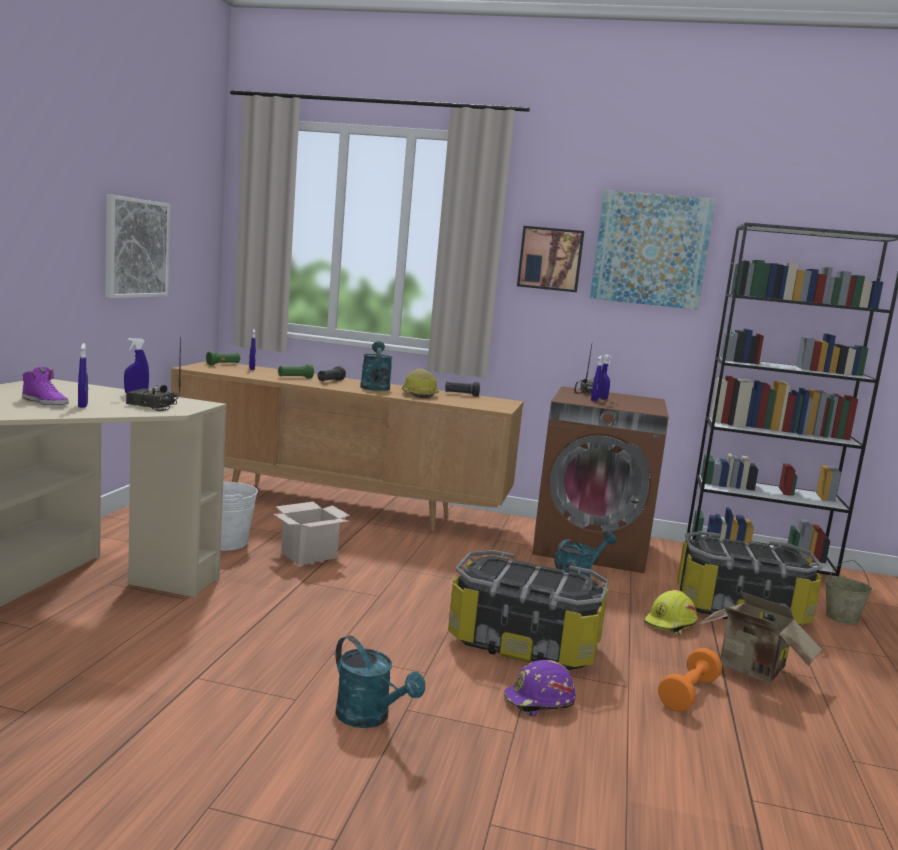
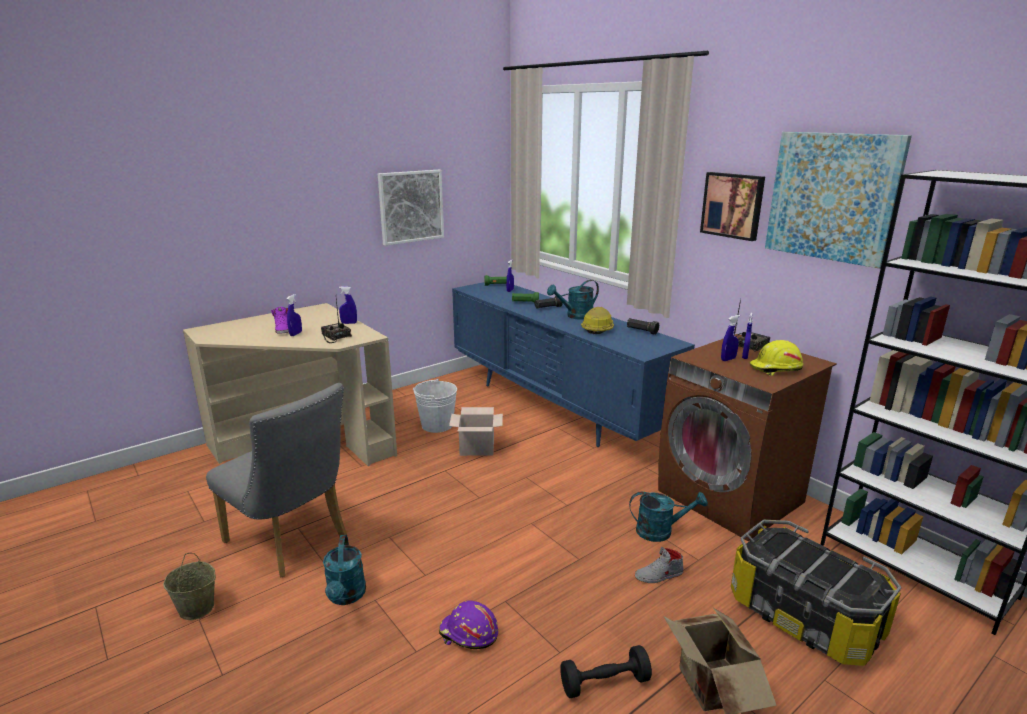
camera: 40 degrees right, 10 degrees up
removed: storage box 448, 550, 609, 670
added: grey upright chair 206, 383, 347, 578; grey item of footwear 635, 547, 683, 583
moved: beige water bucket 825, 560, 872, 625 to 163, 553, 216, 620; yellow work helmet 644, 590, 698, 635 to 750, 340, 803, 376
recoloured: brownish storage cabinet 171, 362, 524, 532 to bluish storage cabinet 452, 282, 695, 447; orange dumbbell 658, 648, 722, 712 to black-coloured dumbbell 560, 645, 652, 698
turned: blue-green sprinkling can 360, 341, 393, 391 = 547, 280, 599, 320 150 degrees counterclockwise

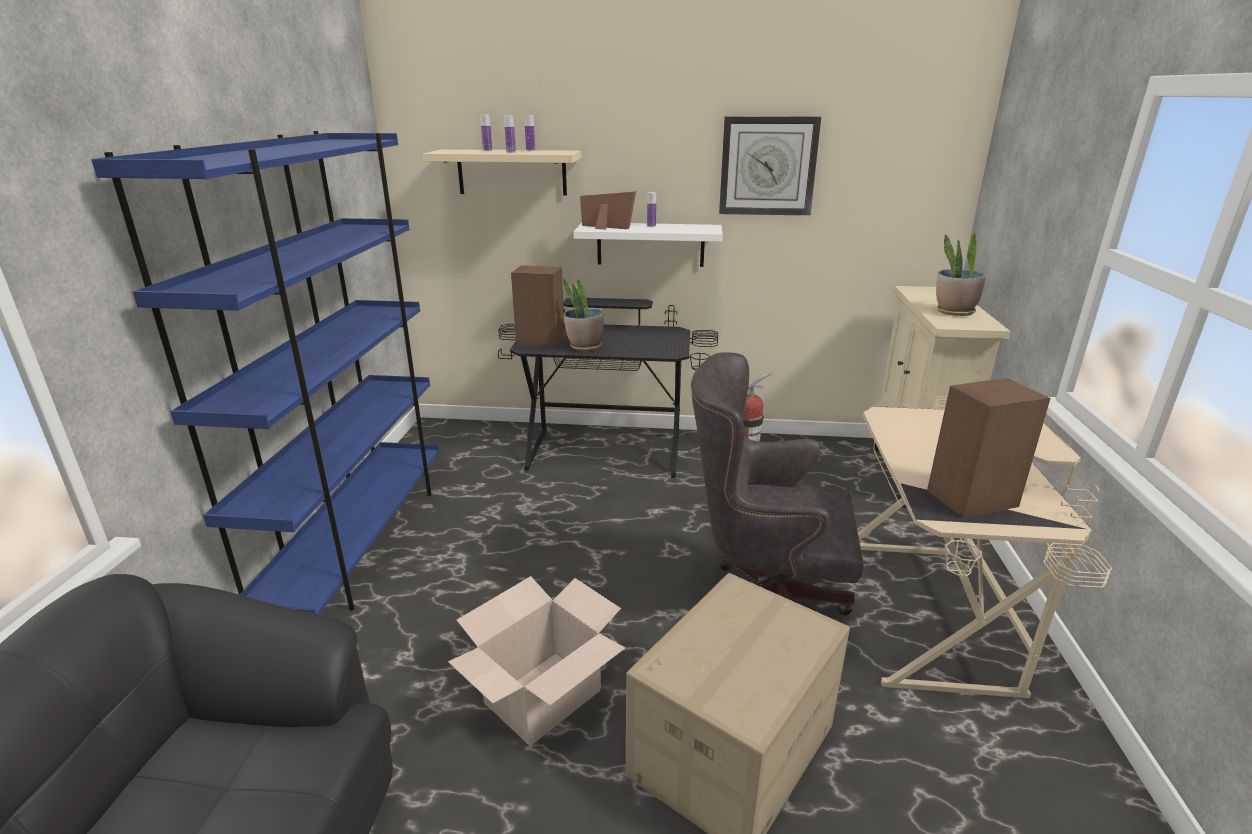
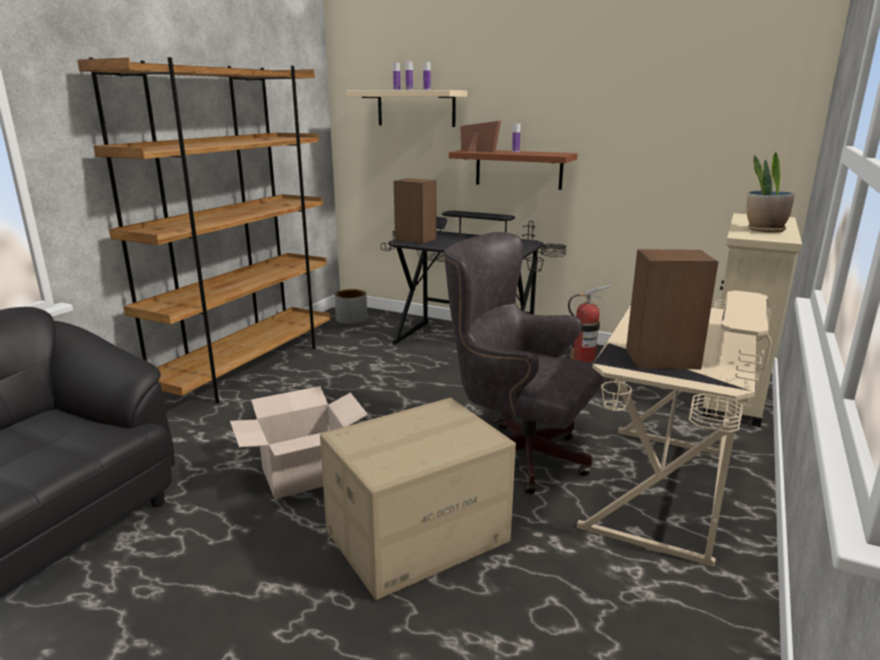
camera: 20 degrees right, 5 degrees down
removed: wall clock 719, 116, 821, 216; houseplant 563, 278, 604, 351
added: grey flower pot 335, 289, 368, 325
recoloured: bluish bookcase 91, 131, 439, 614 to brownish bookcase 77, 57, 330, 403; whitish bracket shelf 573, 223, 723, 267 to brownish bracket shelf 449, 150, 577, 190

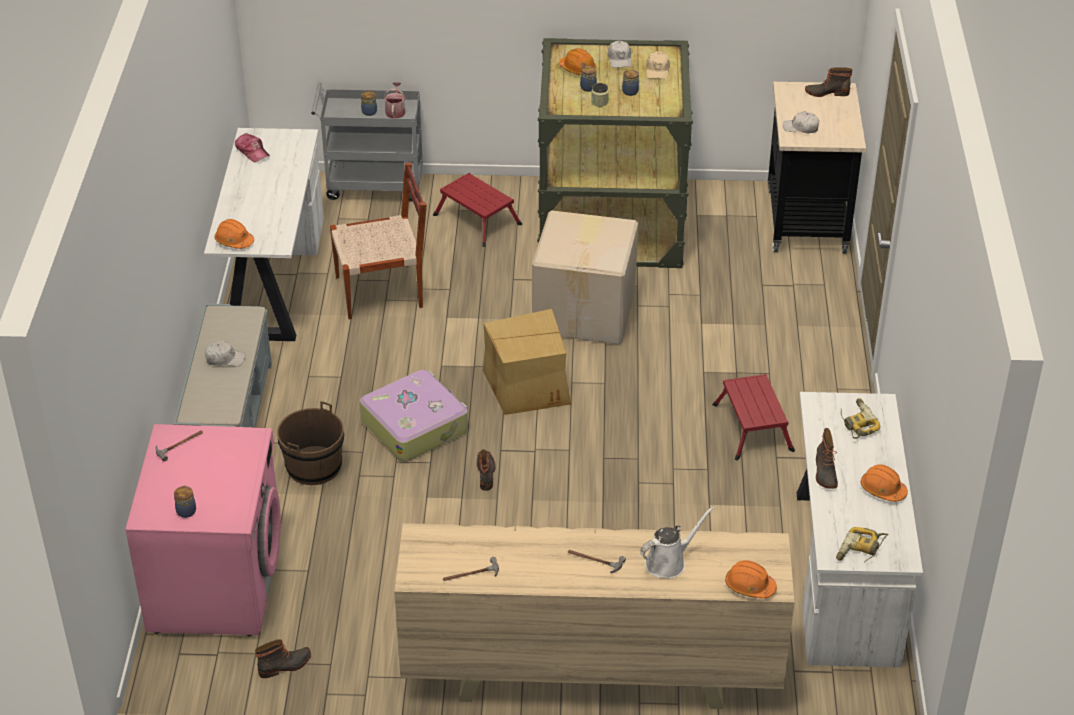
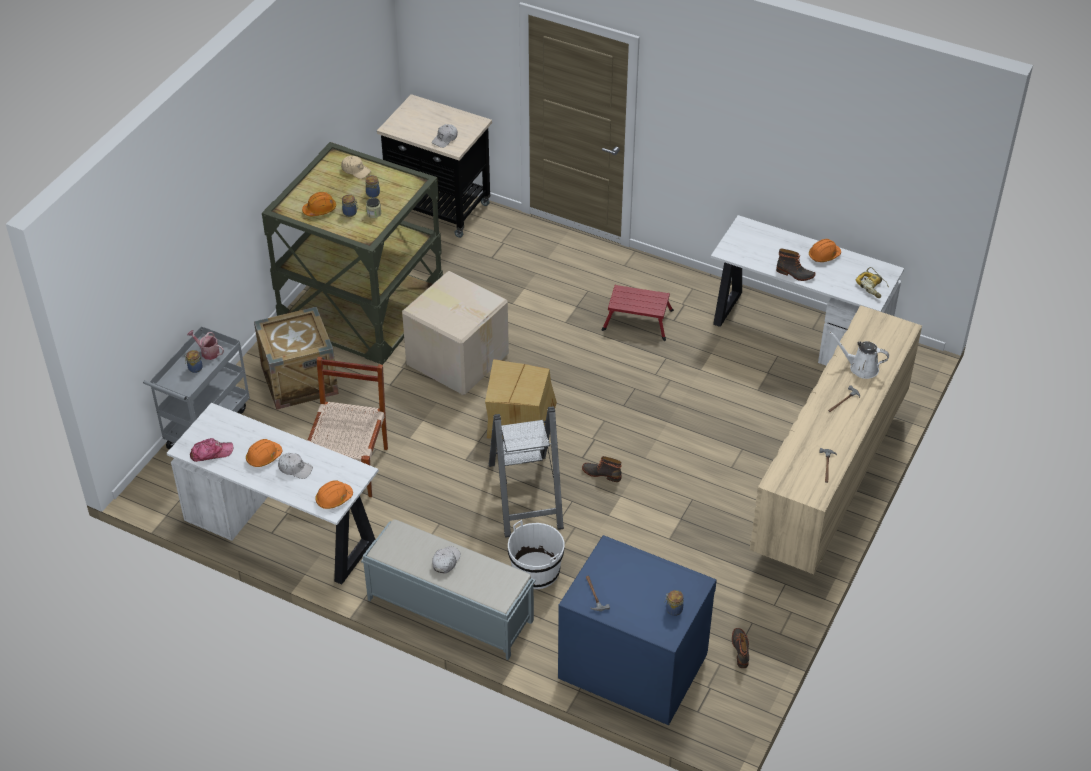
camera: 65 degrees left, 5 degrees up
removed: boot 805, 67, 852, 97; drill 841, 398, 881, 439
moved: whitish peaked cap 608, 41, 632, 68 to 278, 453, 313, 479; orange work helmet 725, 560, 777, 599 to 246, 439, 282, 467
replaced: red step ladder 433, 173, 522, 247 to shipping crate 254, 307, 339, 410; piece of luggage 360, 370, 468, 462 to grey step ladder 489, 406, 564, 538
recoloured: brownish water bucket 277, 401, 344, 485 to whitish water bucket 508, 520, 565, 589; pinkish laundry machine 125, 424, 281, 636 to bluish laundry machine 558, 535, 717, 725
turned: whitish sprinkling can 640, 506, 715, 578 = 829, 332, 889, 379 60 degrees counterclockwise

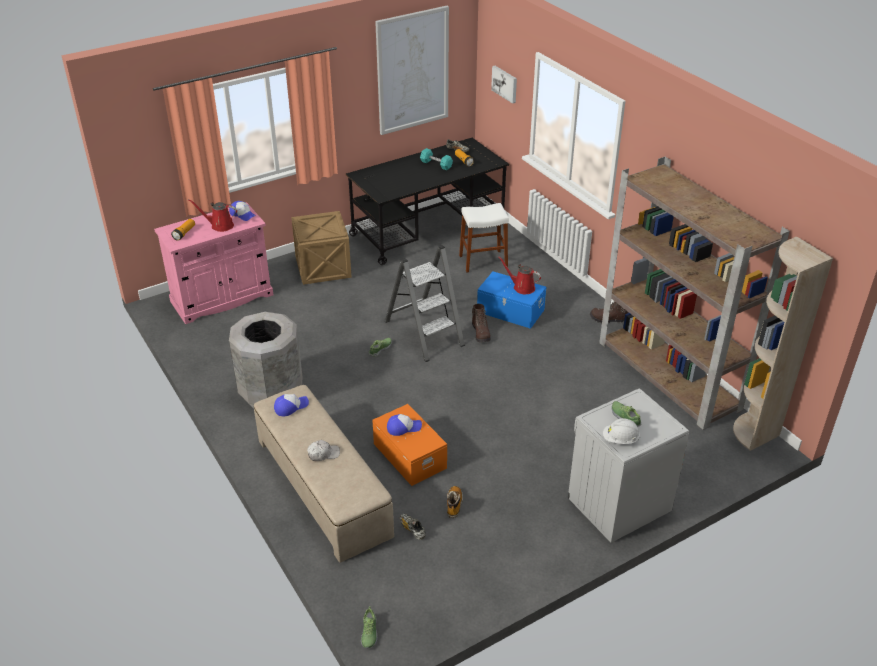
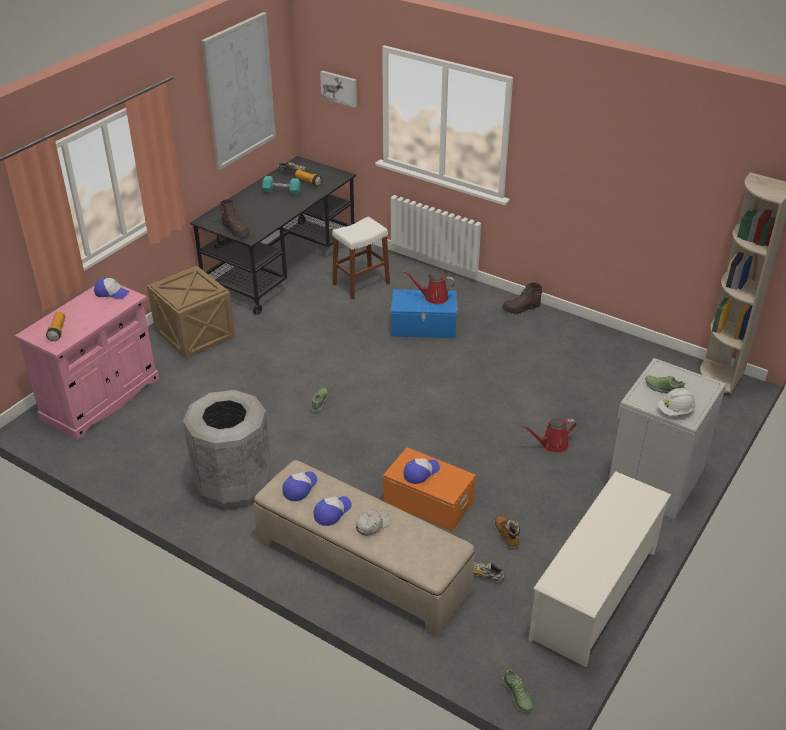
camera: 25 degrees left, 0 degrees up
removed: brownish bookcase 599, 157, 790, 430; grey step ladder 384, 245, 465, 362
added: whitish shoe rack 528, 471, 671, 667; peaked cap 314, 496, 352, 526
moved: red sprinkling can 188, 199, 237, 232 to 522, 418, 577, 453; brownish boot 472, 304, 491, 342 to 220, 199, 249, 238

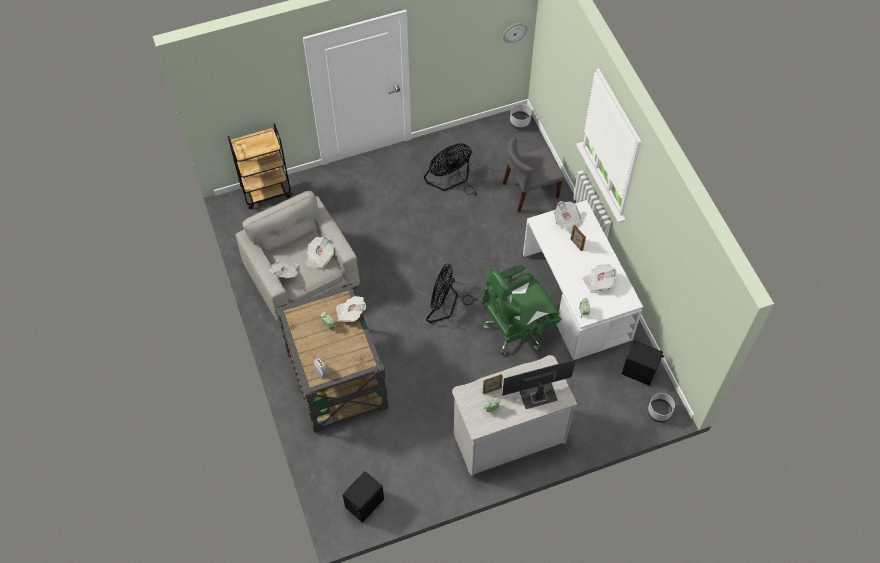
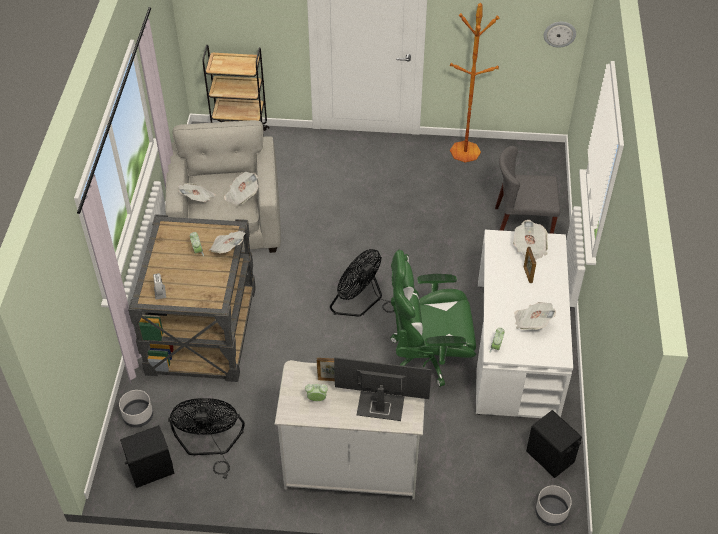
camera: 25 degrees right, 10 degrees down
added: orange garment rack 450, 3, 499, 162
moved: grey flower pot 510, 104, 532, 130 to 119, 390, 153, 427; black-coloured electric fan 424, 144, 477, 196 to 168, 398, 245, 479

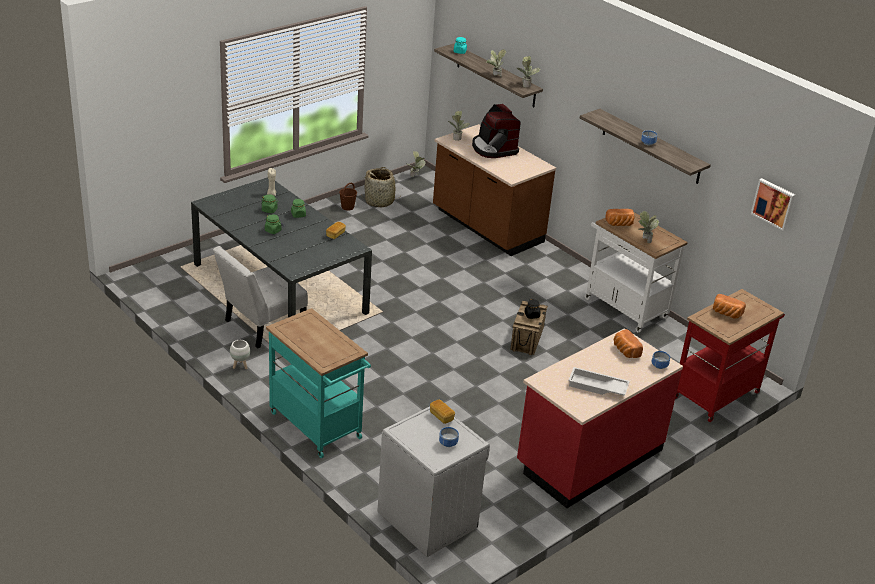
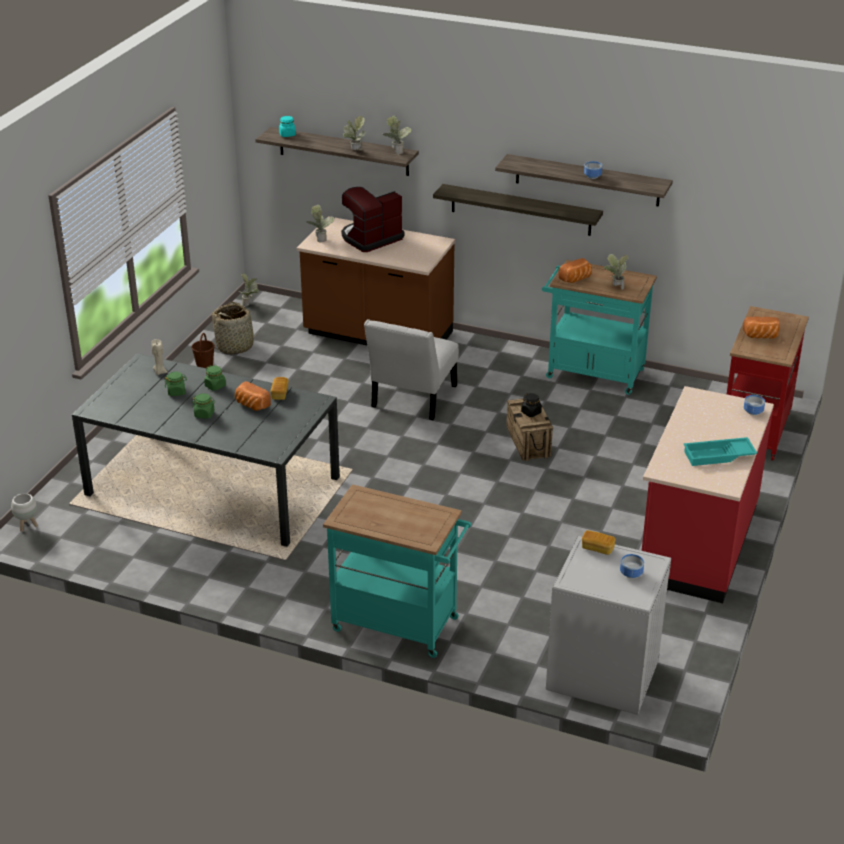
camera: 25 degrees left, 0 degrees up
removed: wall picture 751, 178, 795, 231
added: bracket shelf 433, 184, 603, 236
moved: whitish upright chair 213, 246, 308, 348 to 364, 319, 459, 420; bakery bread 614, 329, 643, 358 to 235, 381, 271, 411; whitish flower pot 230, 340, 250, 369 to 11, 493, 38, 532
recoloured: whitish cart 585, 208, 688, 333 to blue-green cart 542, 260, 657, 395; whitish tray 568, 367, 630, 396 to blue-green tray 683, 437, 757, 466
turned: coffee machine 472, 104, 521, 158 = 341, 187, 404, 252 105 degrees clockwise

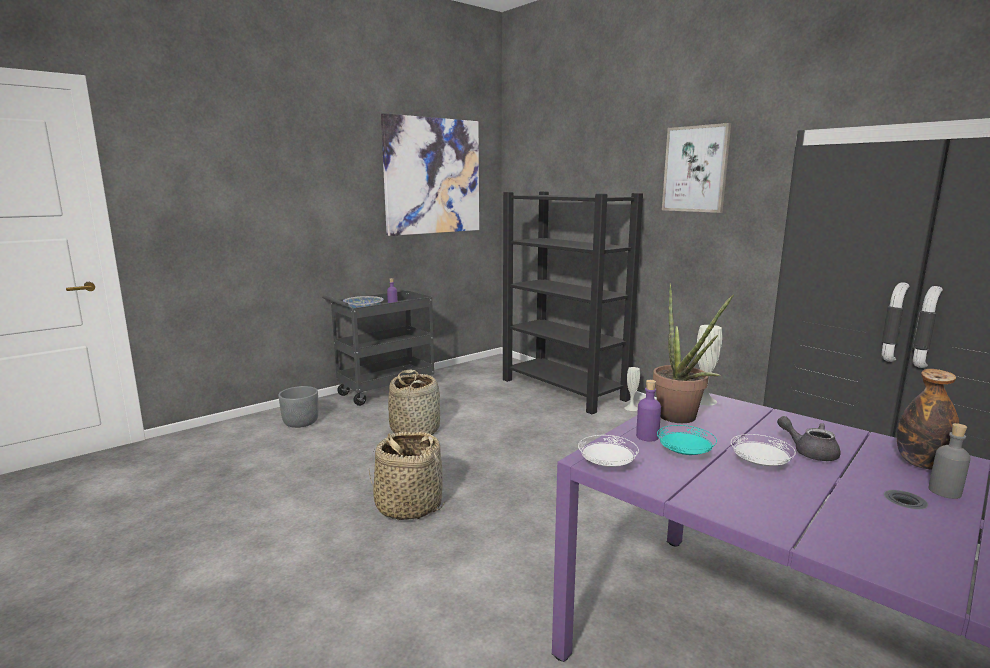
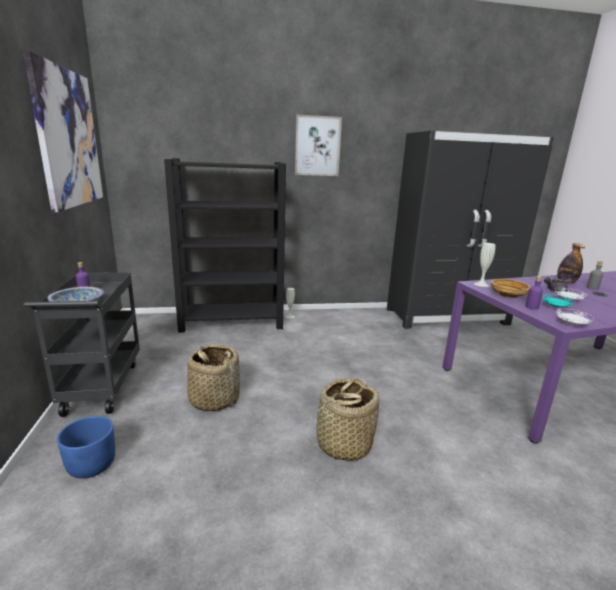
camera: 60 degrees left, 5 degrees up
replaced: houseplant 653, 283, 734, 423 to beige bowl 491, 279, 531, 298
recoloured: grey flower pot 278, 386, 319, 428 to bluish flower pot 57, 416, 115, 479

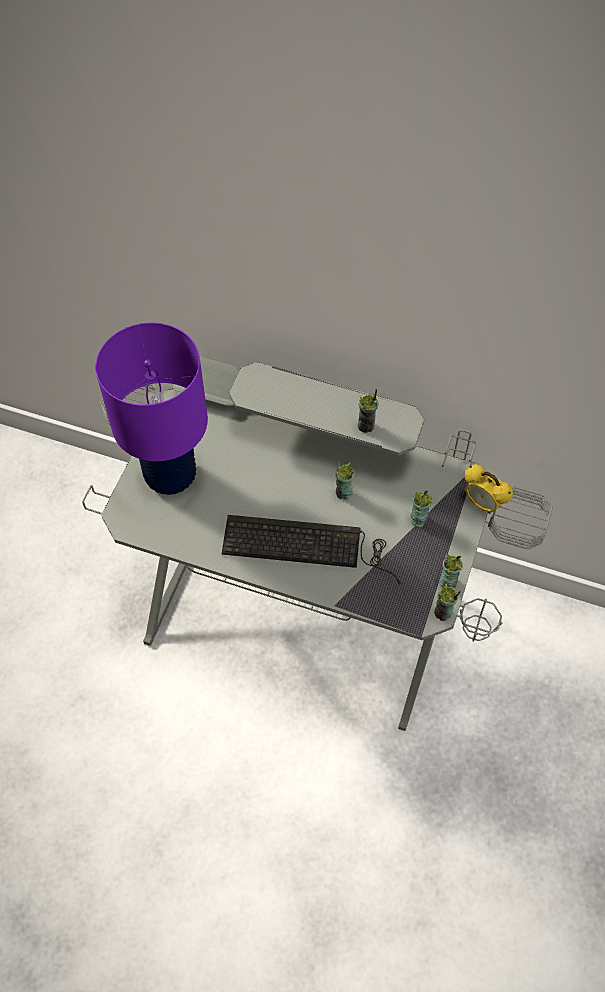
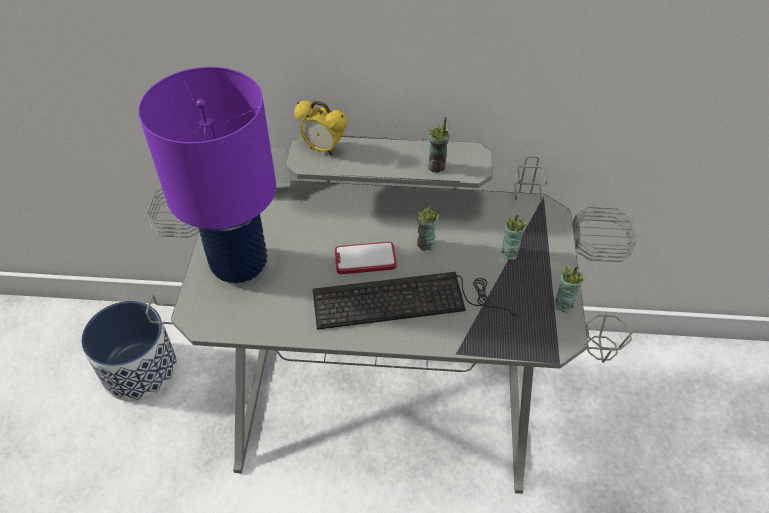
camera: 15 degrees left, 10 degrees down
removed: drinking cup 434, 583, 461, 621
added: handset 335, 242, 397, 274; flower pot 81, 301, 177, 401
moved: bedside clock 465, 464, 513, 514 to 294, 100, 347, 155

